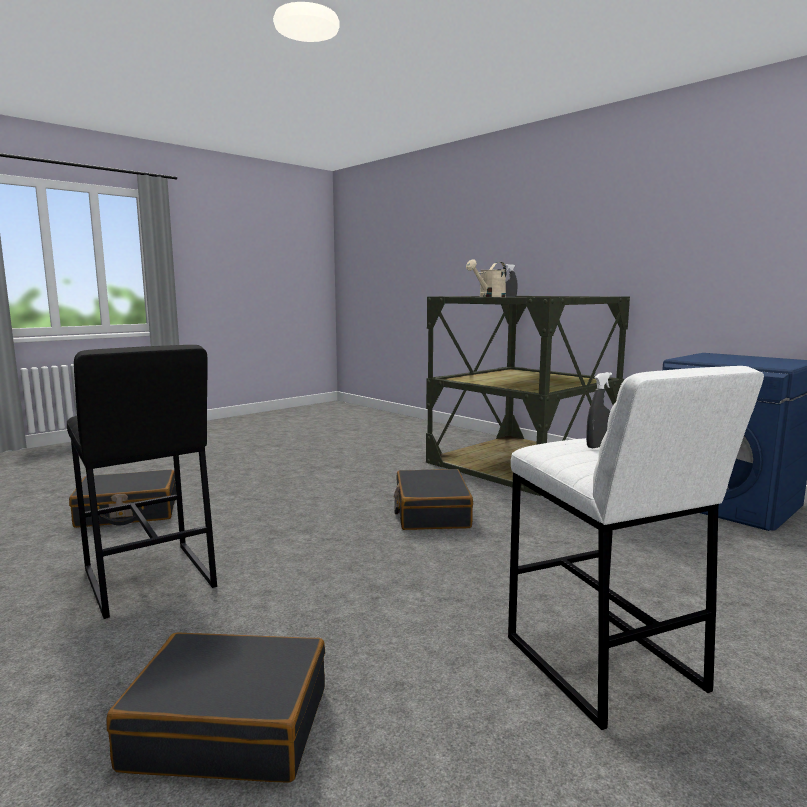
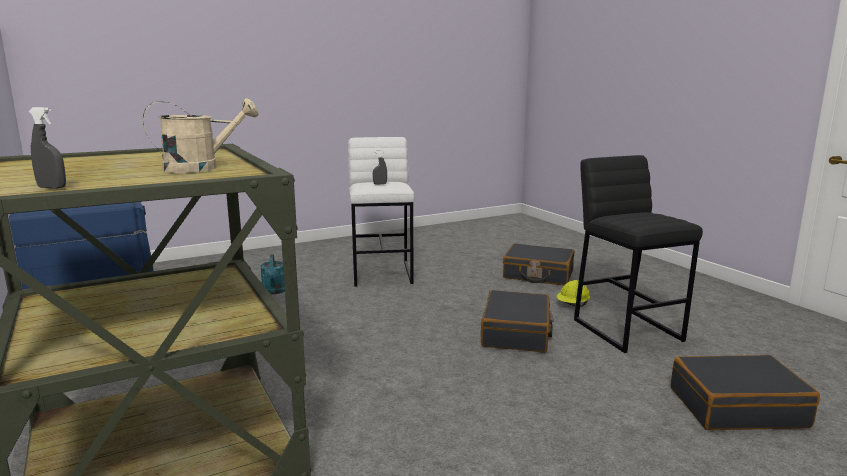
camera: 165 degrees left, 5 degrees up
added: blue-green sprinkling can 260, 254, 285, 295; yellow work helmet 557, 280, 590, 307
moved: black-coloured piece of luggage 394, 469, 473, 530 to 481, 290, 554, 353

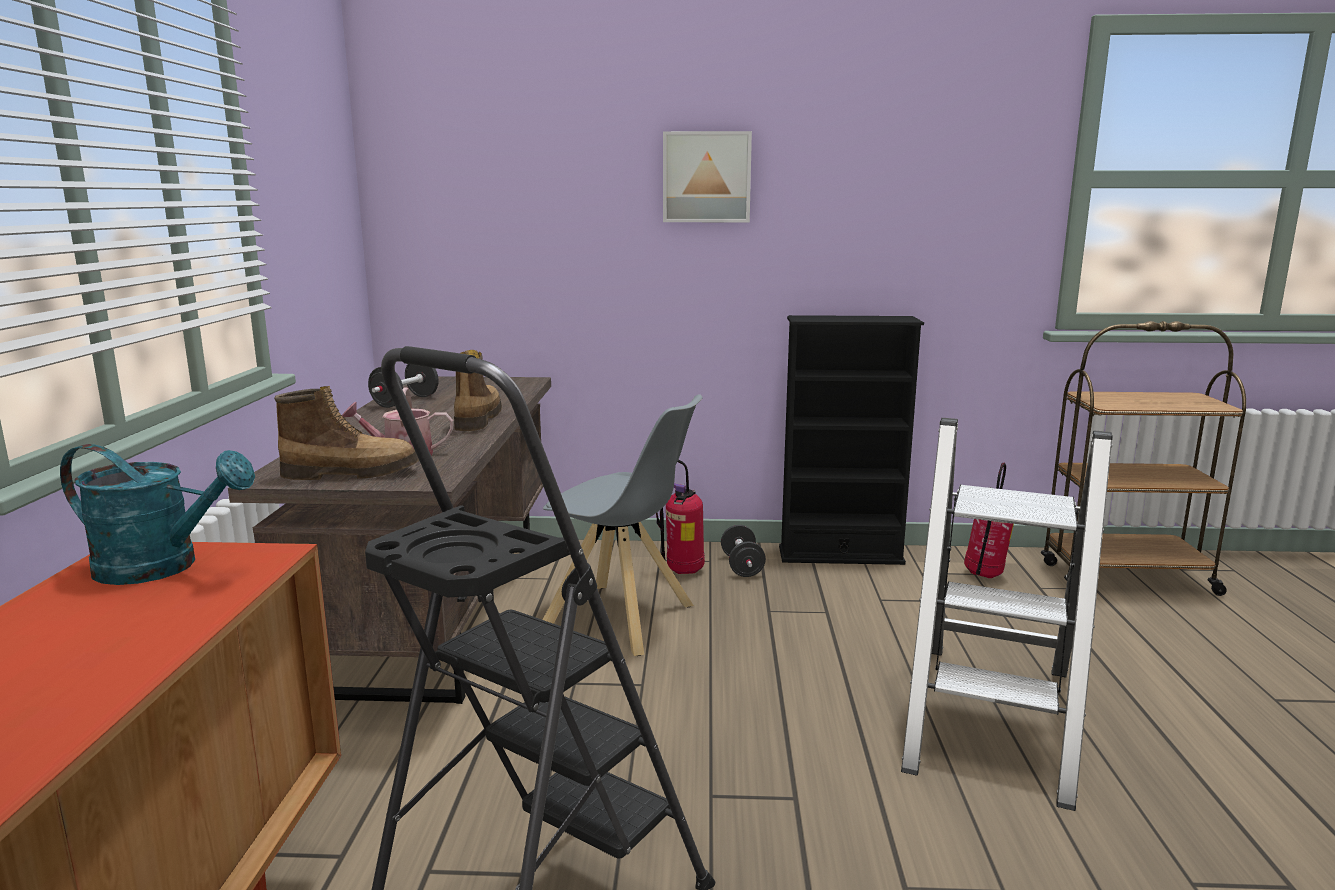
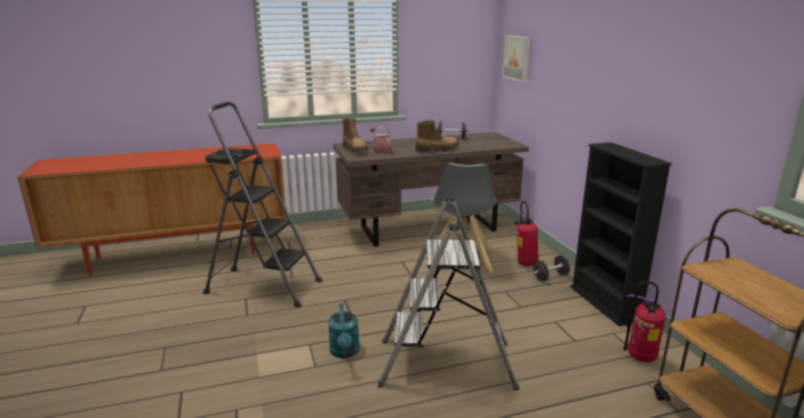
camera: 70 degrees right, 5 degrees up
moved: wall picture 663, 131, 752, 222 to 503, 36, 530, 82; blue-green sprinkling can 60, 444, 255, 585 to 328, 303, 360, 358

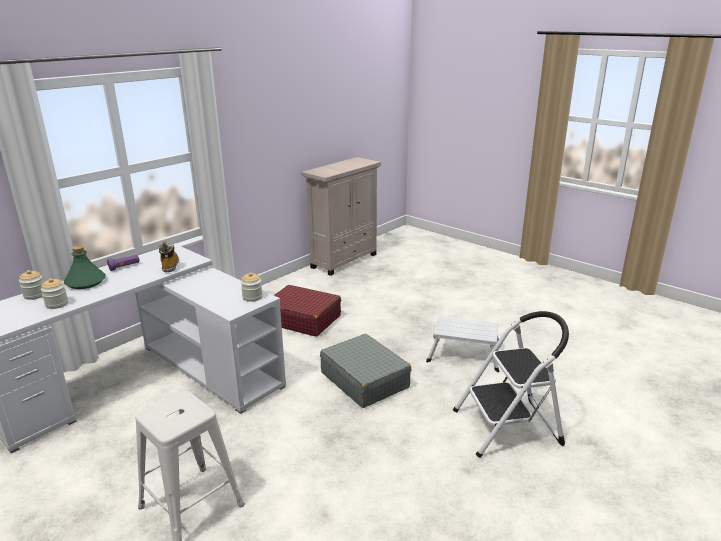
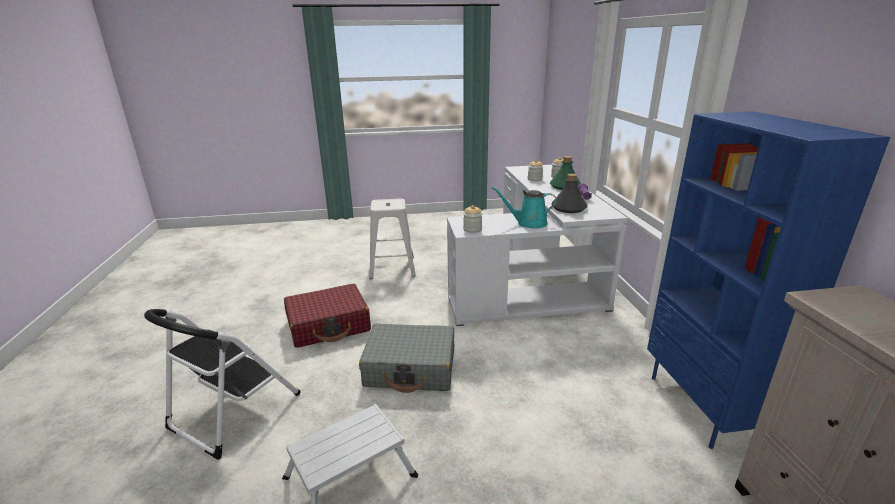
camera: 130 degrees right, 0 degrees up
added: bluish bookcase 647, 111, 890, 449; blue-green sprinkling can 492, 187, 557, 229
moved: red piece of luggage 274, 285, 341, 336 to 284, 284, 371, 348
replaced: boot 158, 242, 179, 273 to grey drink bottle 551, 174, 588, 213

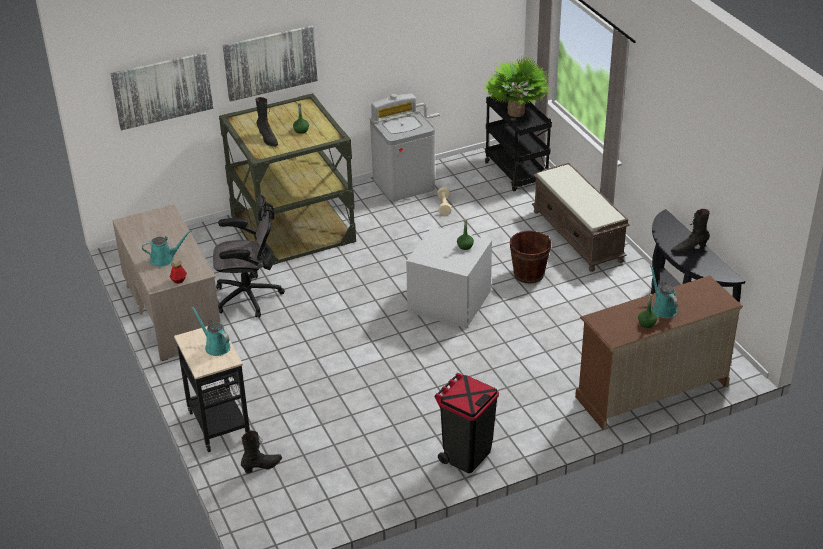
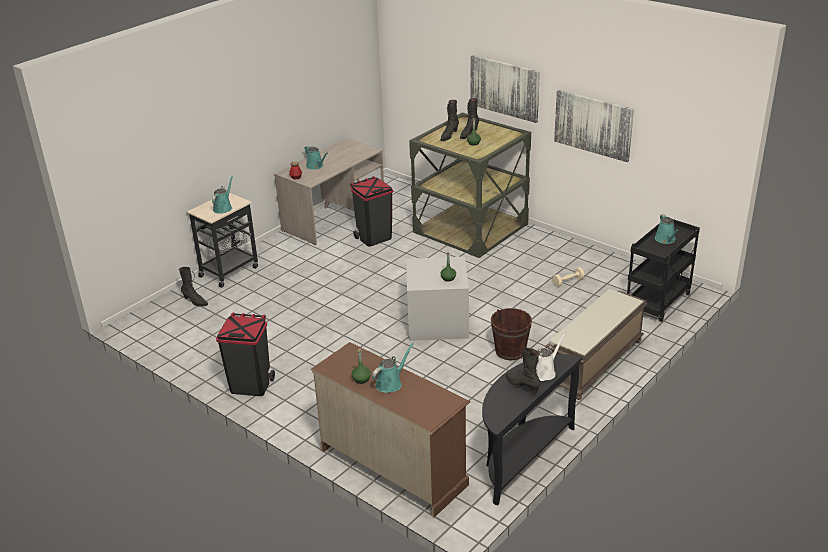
camera: 65 degrees right, 5 degrees down
removed: grey laundry machine 369, 94, 440, 202
added: black-coloured boot 460, 98, 479, 139; whitish sprinkling can 536, 332, 567, 381
moved: wall picture 110, 52, 213, 130 to 554, 90, 634, 162
replaced: houseplant 483, 57, 551, 117 to blue-green sprinkling can 655, 214, 679, 244; desk chair 213, 195, 285, 318 to black-coloured trash can 350, 176, 393, 247

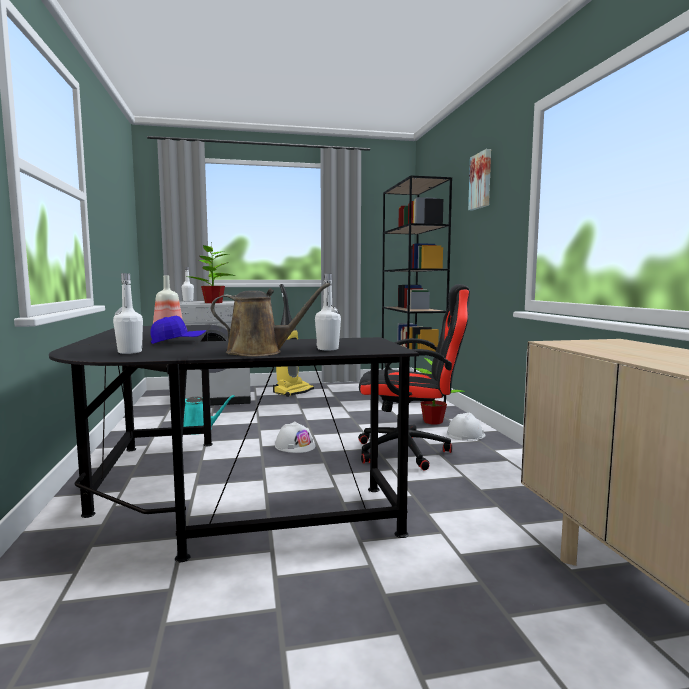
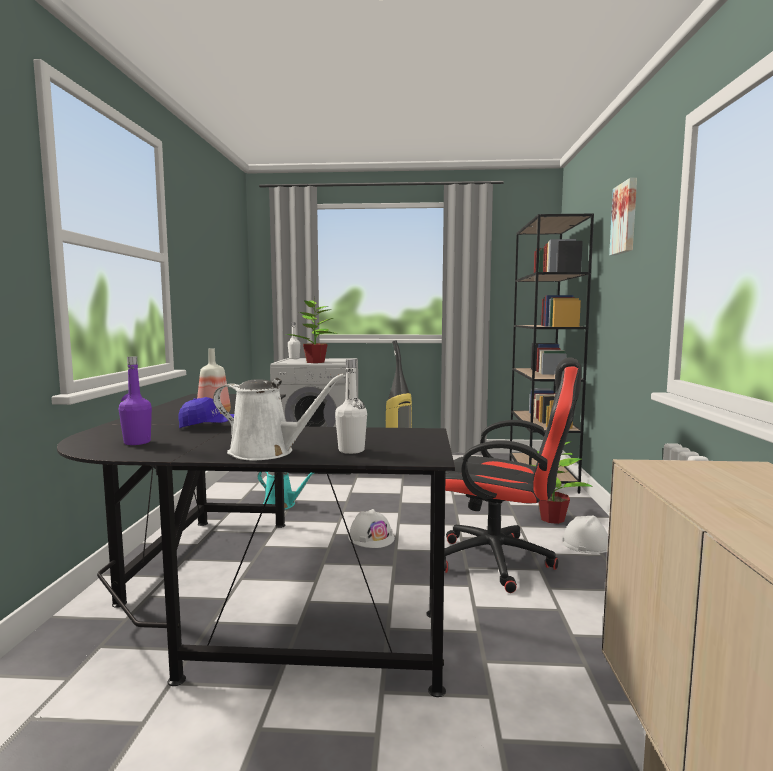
camera: 15 degrees right, 0 degrees up
recoloured: whitish drink bottle 113, 273, 143, 354 to purple drink bottle 119, 356, 152, 445; brownish sprinkling can 211, 283, 330, 356 to whitish sprinkling can 213, 373, 345, 460

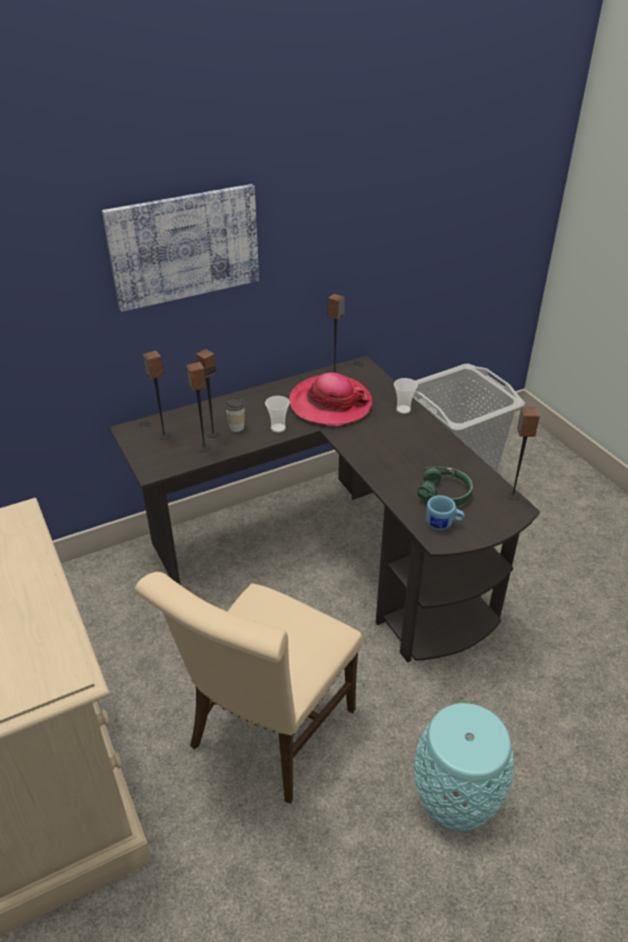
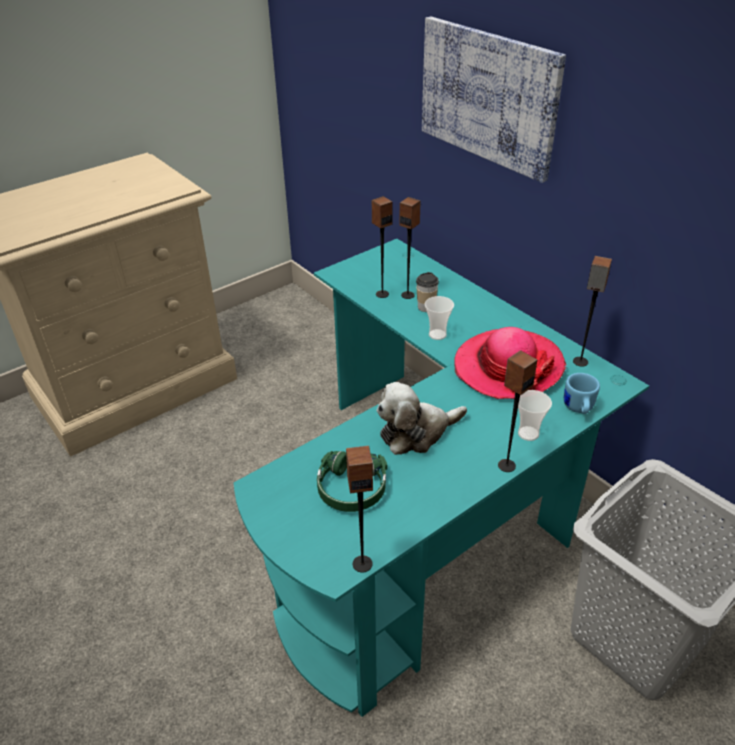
camera: 80 degrees right, 0 degrees up
removed: beige upright chair 135, 572, 362, 804; blue-green stool seat 414, 703, 514, 832
added: plush toy 377, 382, 467, 455
moved: audio speaker 143, 350, 170, 439 to 498, 350, 537, 472; bluish tea mug 426, 495, 464, 530 to 564, 373, 600, 414
recoloured: black-coloured desk table 109, 356, 540, 663 to blue-green desk table 234, 239, 649, 717

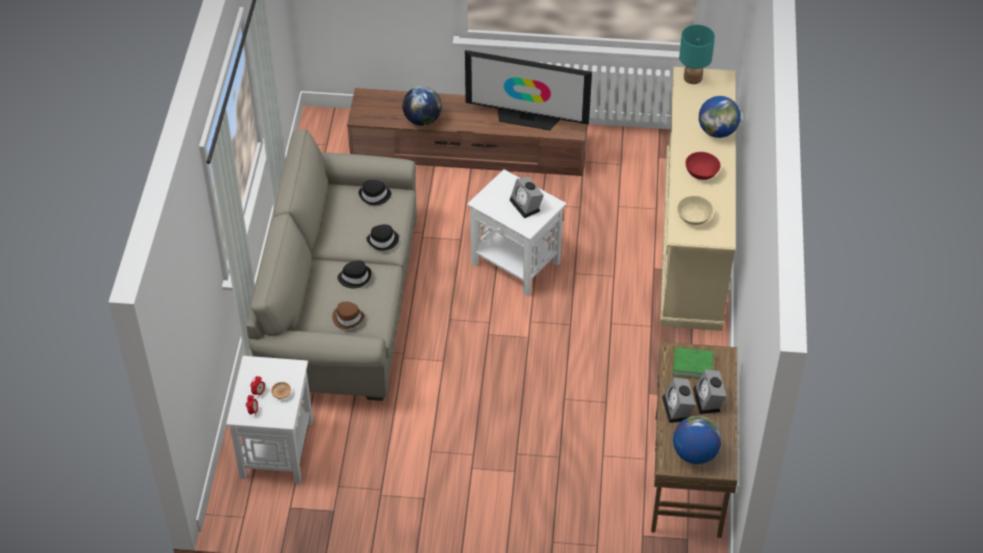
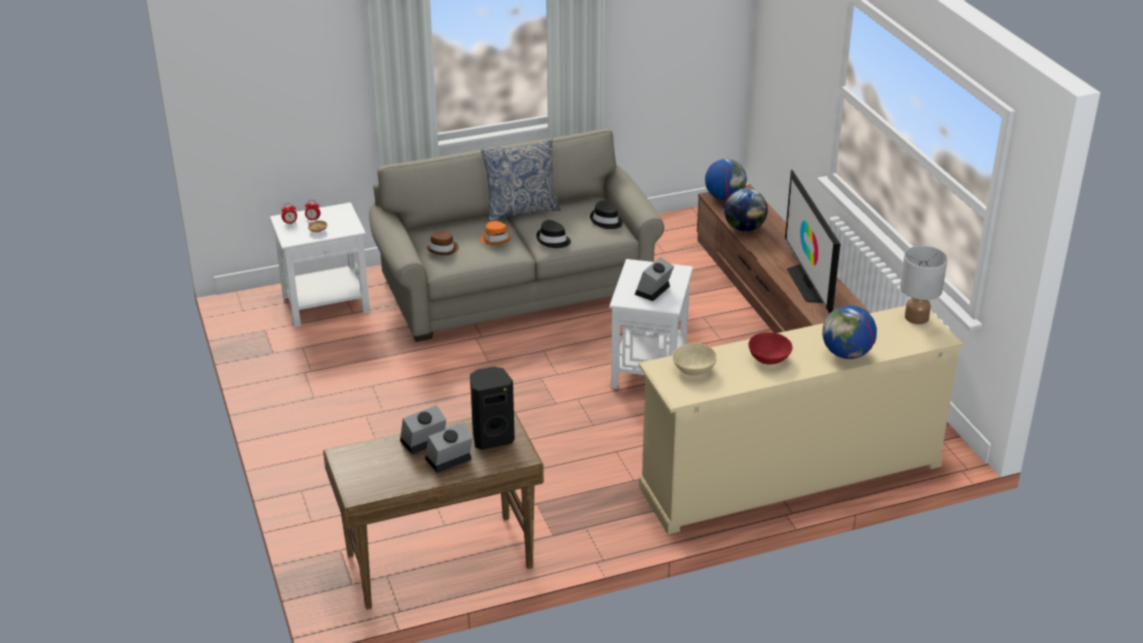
camera: 65 degrees right, 15 degrees down
added: pillow 481, 138, 561, 221
moved: world globe 673, 416, 722, 464 to 705, 159, 747, 201
replaced: green-coloured volume 673, 347, 713, 379 to black-coloured audio speaker 470, 366, 515, 450
recoloured: blue-green tabletop lamp 679, 24, 715, 84 to grey tabletop lamp 900, 246, 948, 324; black-coloured clothing hat 337, 260, 371, 288 to orange clothing hat 481, 221, 512, 245

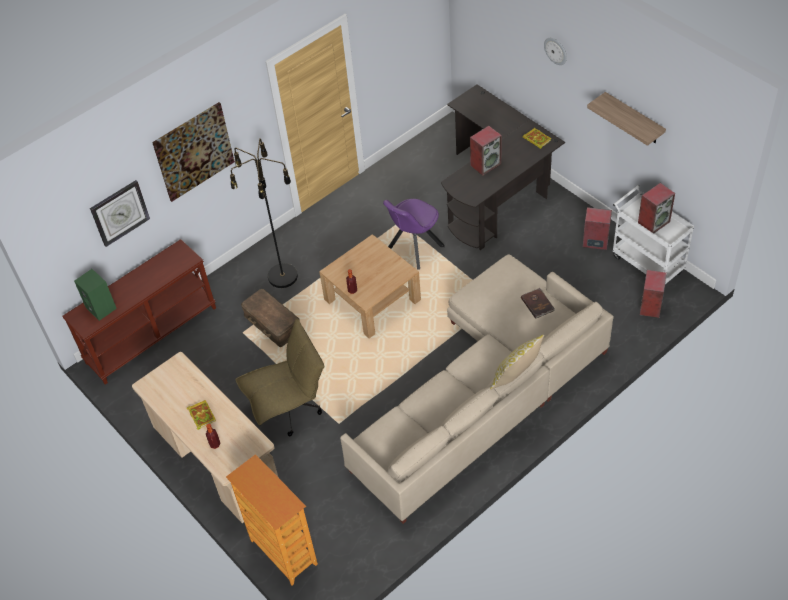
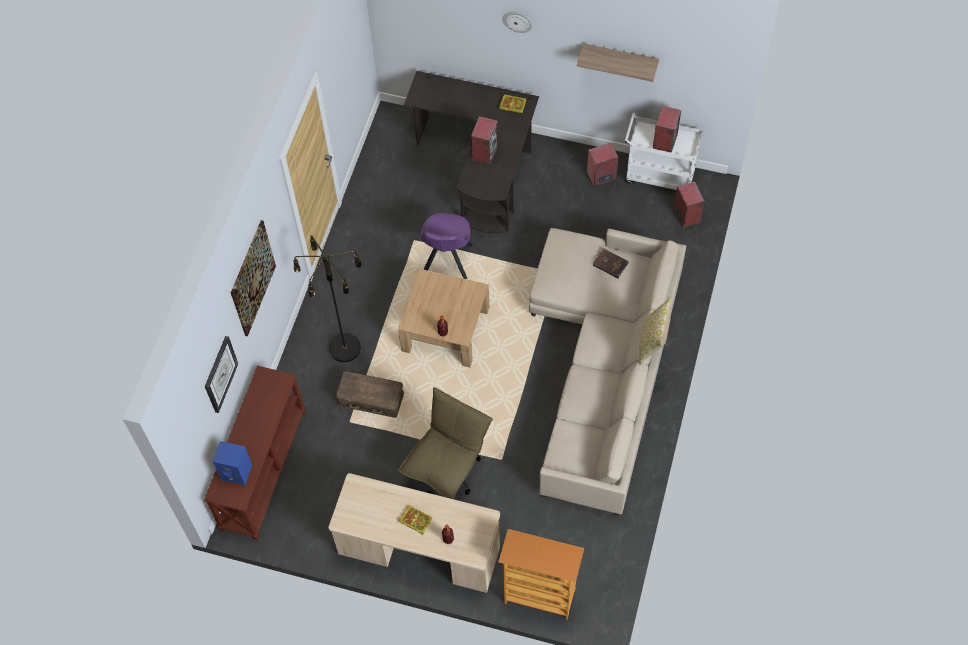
camera: 35 degrees left, 10 degrees up
recoloured: green-coloured audio speaker 74, 269, 117, 321 to bluish audio speaker 213, 441, 252, 485

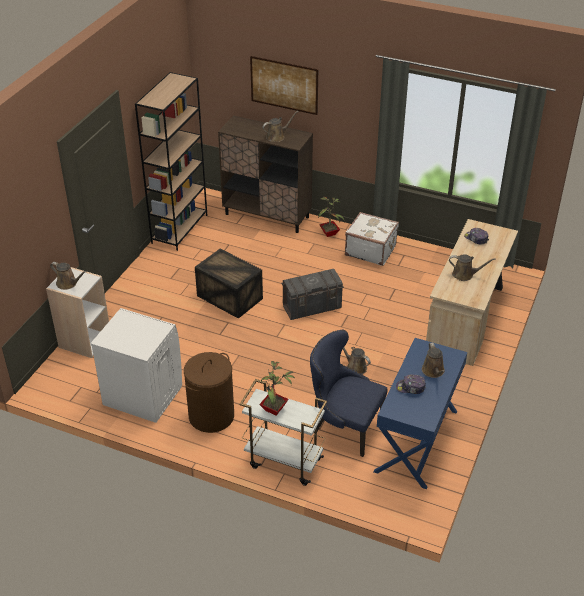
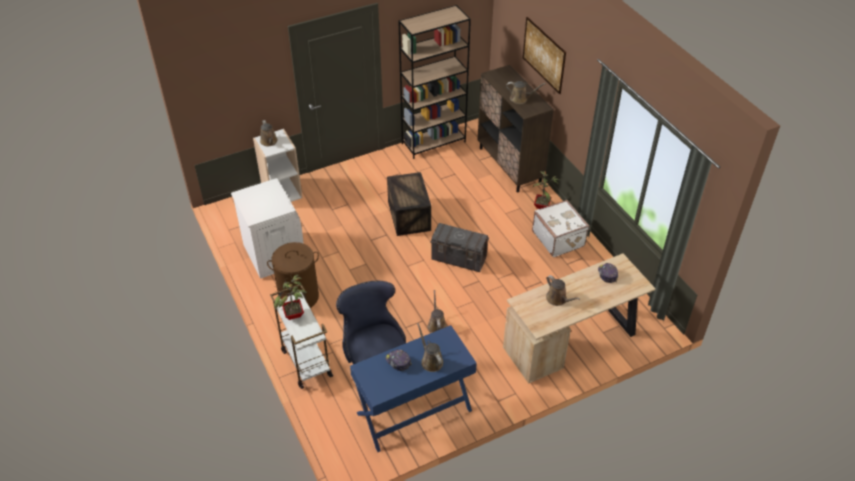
camera: 40 degrees right, 5 degrees up
turned: brownish sprinkling can 422, 343, 445, 378 = 417, 323, 443, 372 120 degrees clockwise

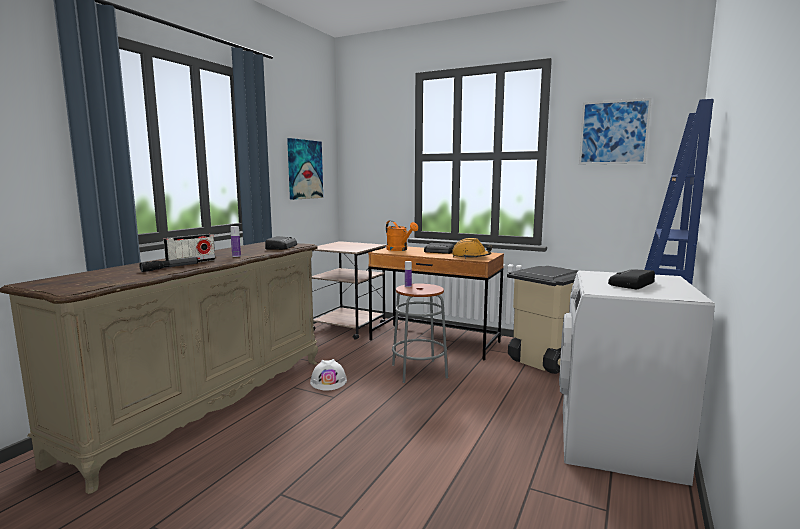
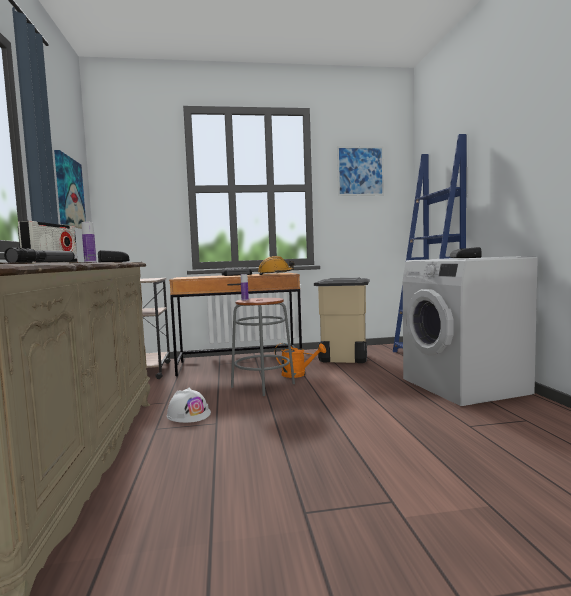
camera: 35 degrees left, 5 degrees down
moved: orange sprinkling can 386, 220, 418, 251 to 275, 343, 326, 378

